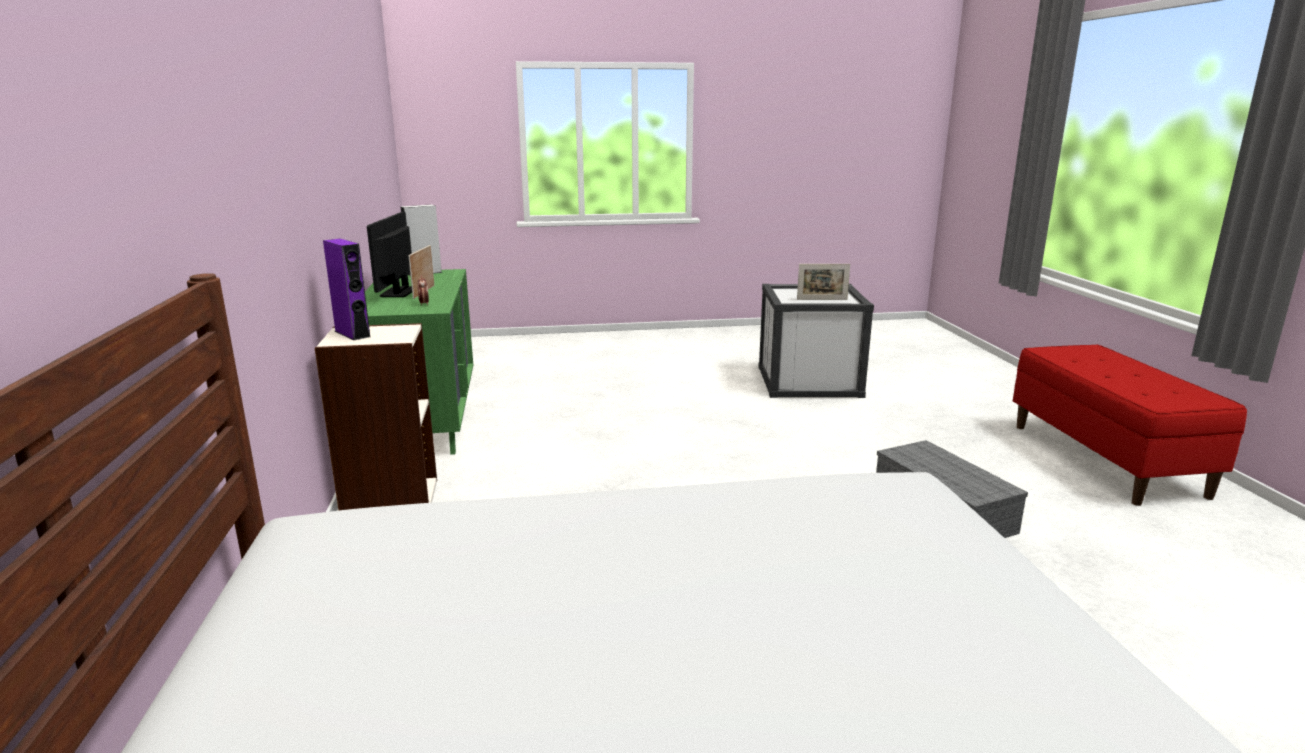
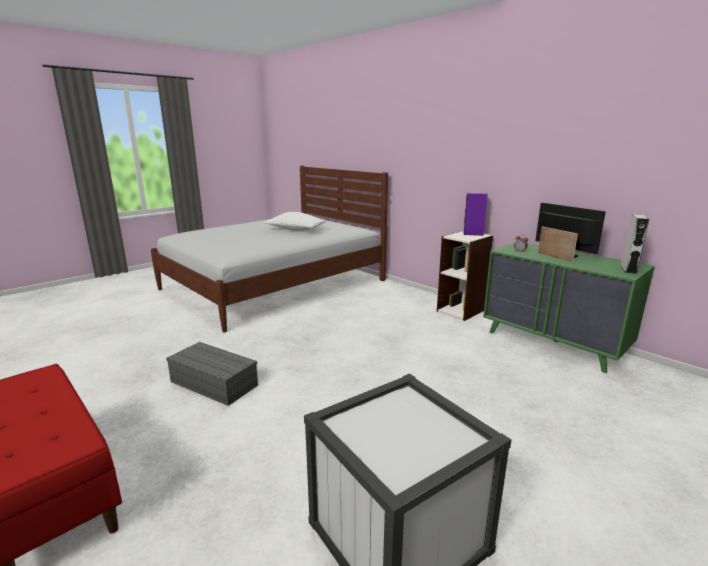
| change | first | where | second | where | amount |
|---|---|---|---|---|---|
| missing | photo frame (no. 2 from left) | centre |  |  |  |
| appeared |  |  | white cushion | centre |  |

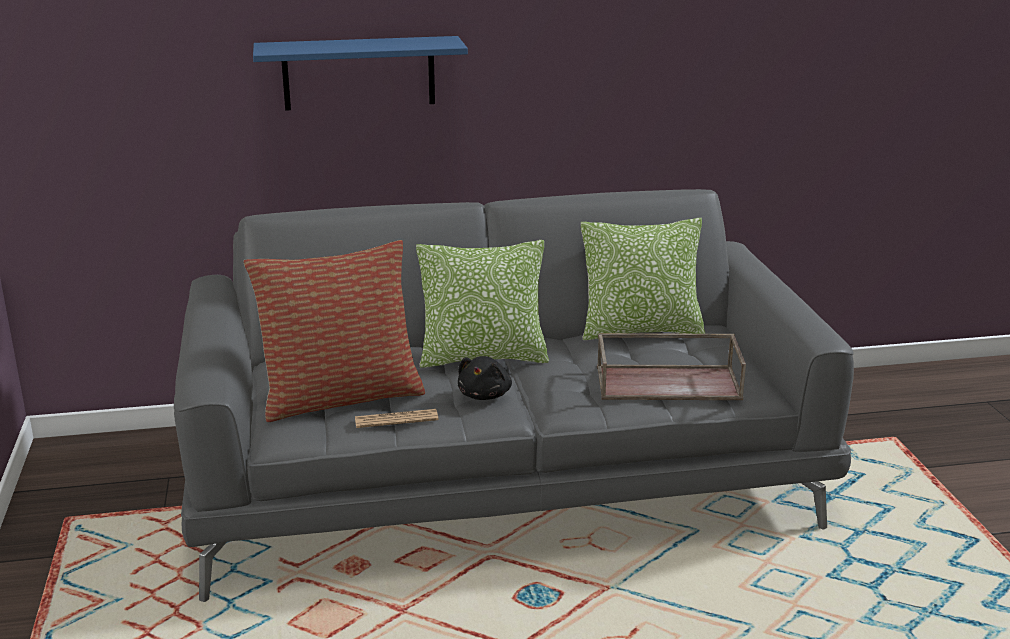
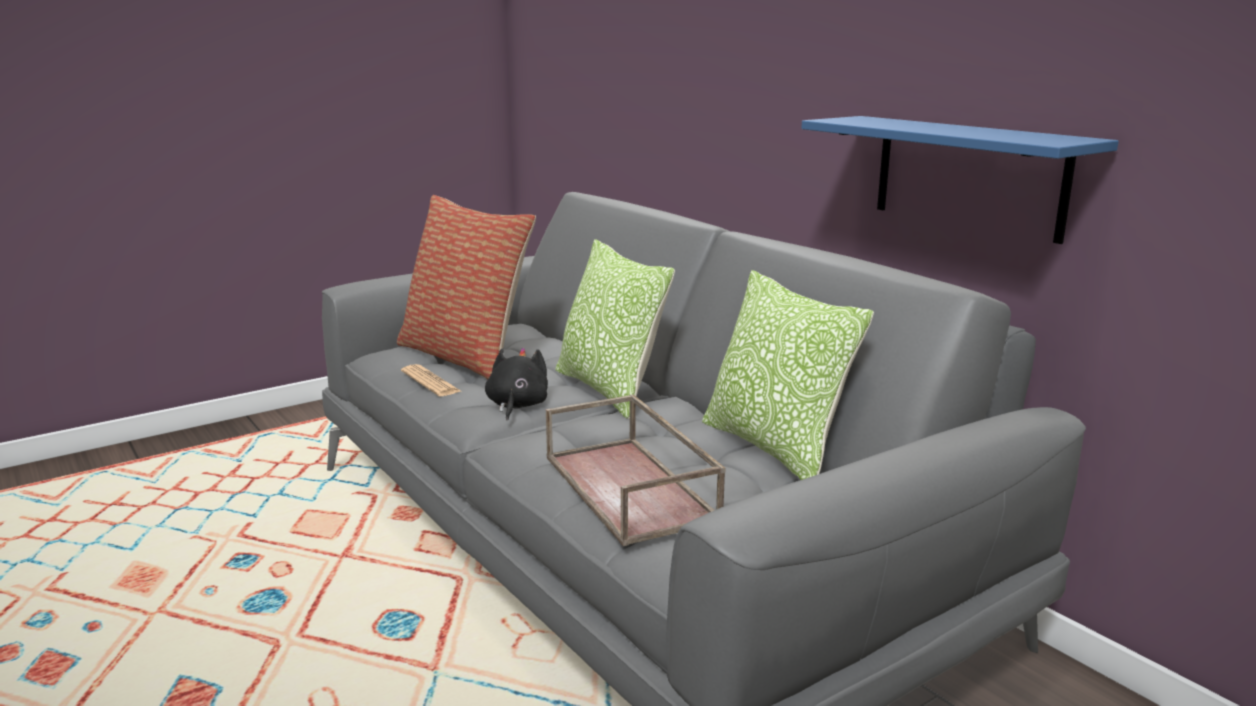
| change | first | where | second | where | amount |
|---|---|---|---|---|---|
| relocated | blue wall shelf | top centre |  | top right |  |
| spun | black plush toy | centre |  | centre | 105 degrees clockwise |

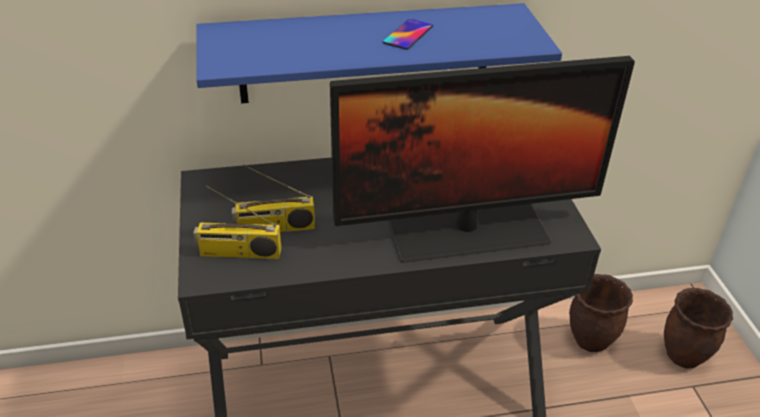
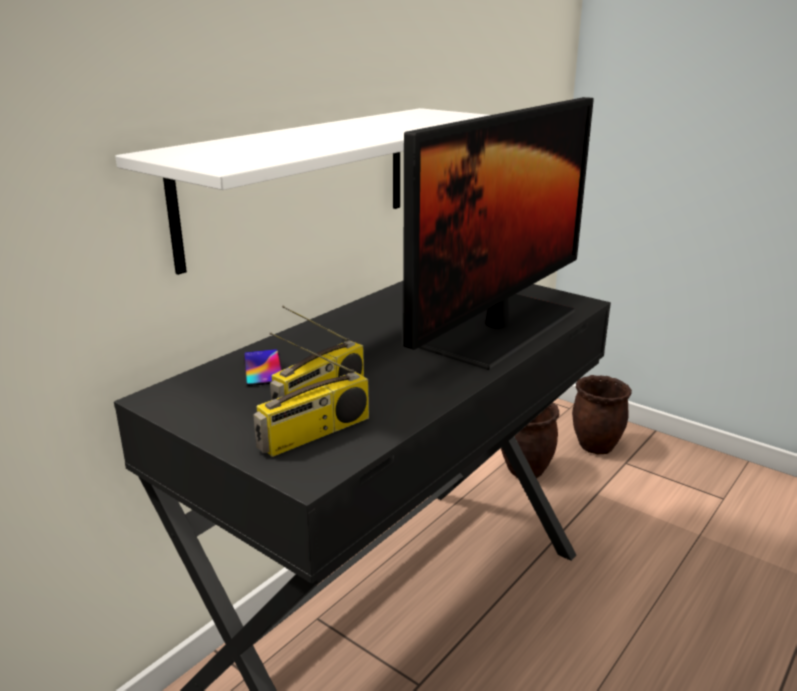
| change | first | where | second | where | amount |
|---|---|---|---|---|---|
| colour | blue wall shelf | top centre | white wall shelf | top centre |  |
| relocated | telephone | top centre |  | middle left |  |

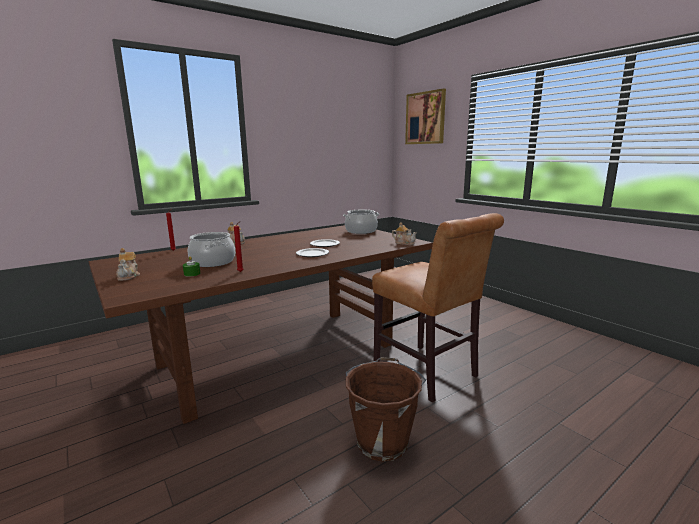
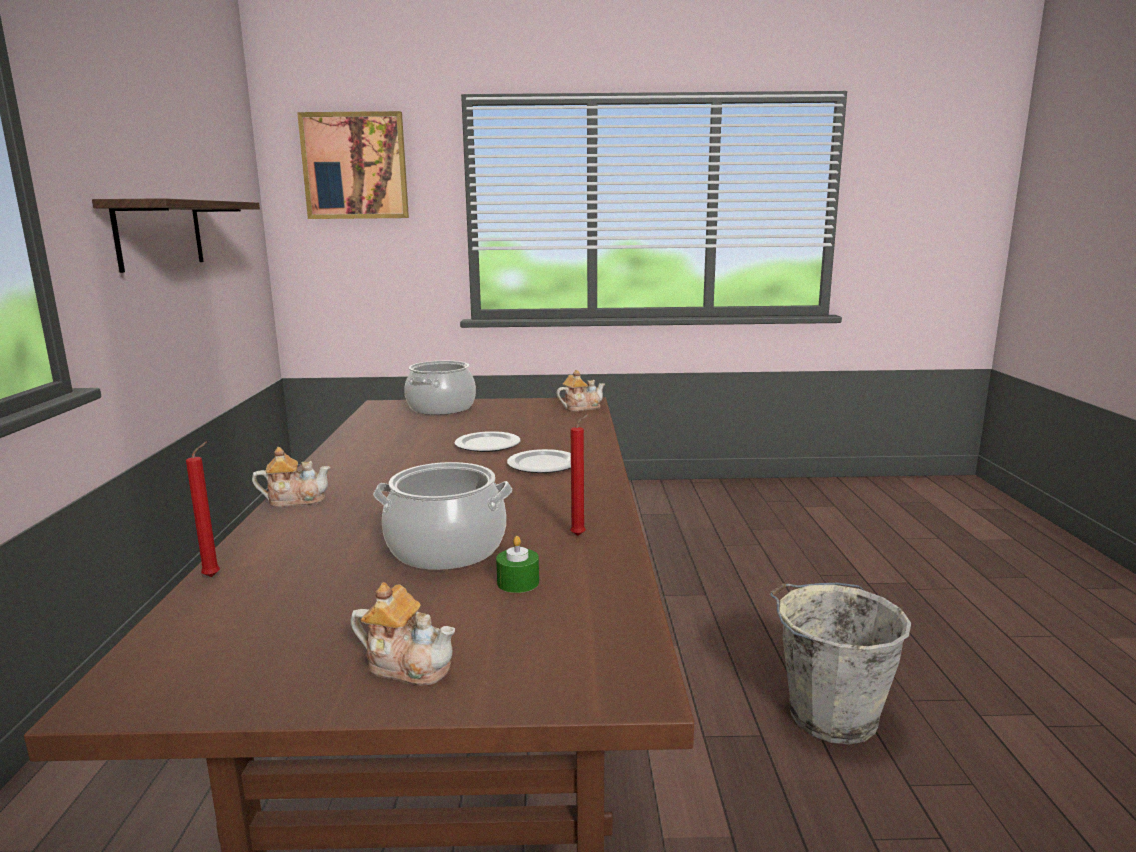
| change | first | where | second | where | amount |
|---|---|---|---|---|---|
| missing | brown upright chair | centre |  |  |  |
| colour | brown water bucket | bottom centre | greyish water bucket | bottom right |  |
| appeared |  |  | wall shelf | top left |  |

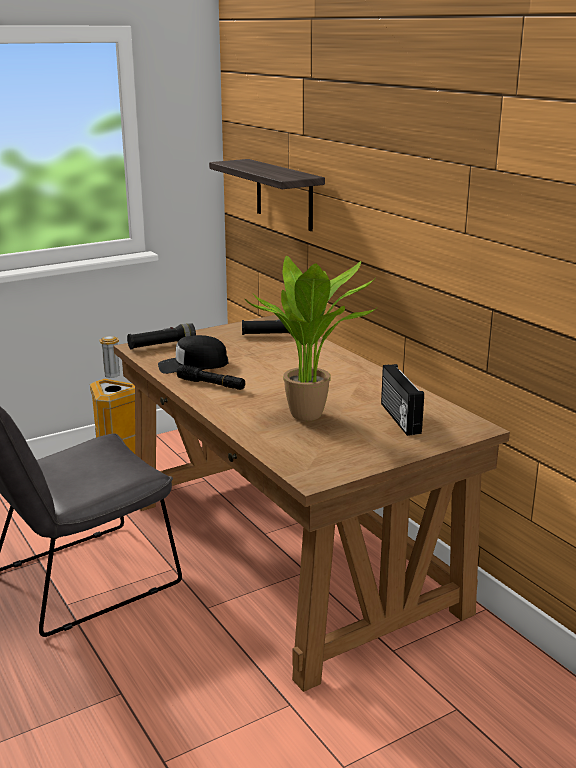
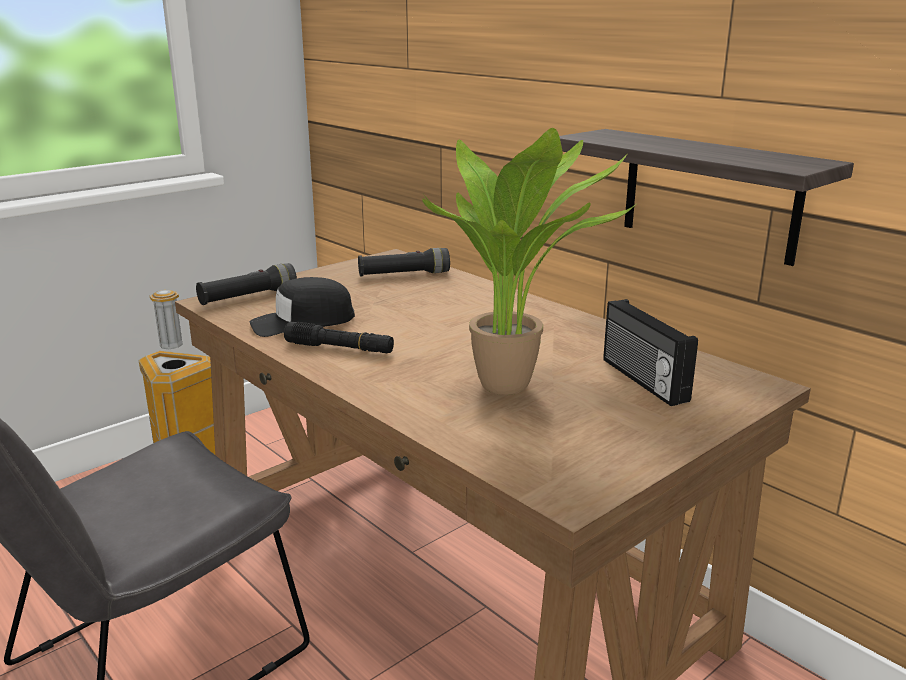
| change | first | where | second | where | amount |
|---|---|---|---|---|---|
| relocated | wall shelf | top centre |  | top right |  |

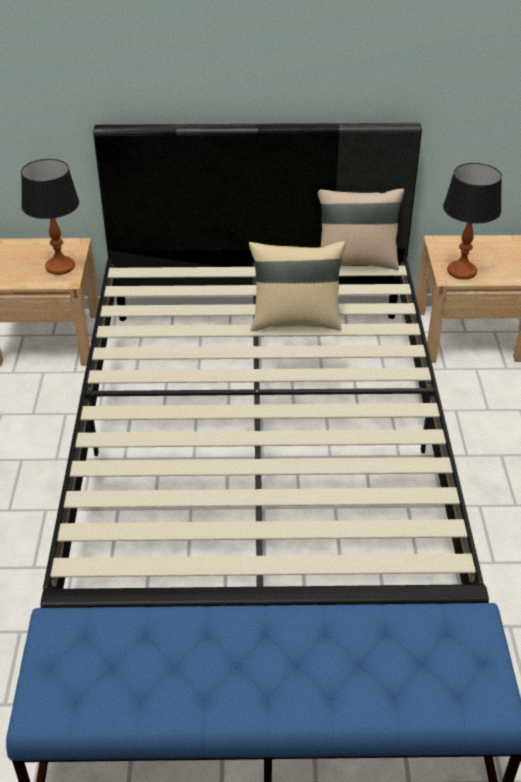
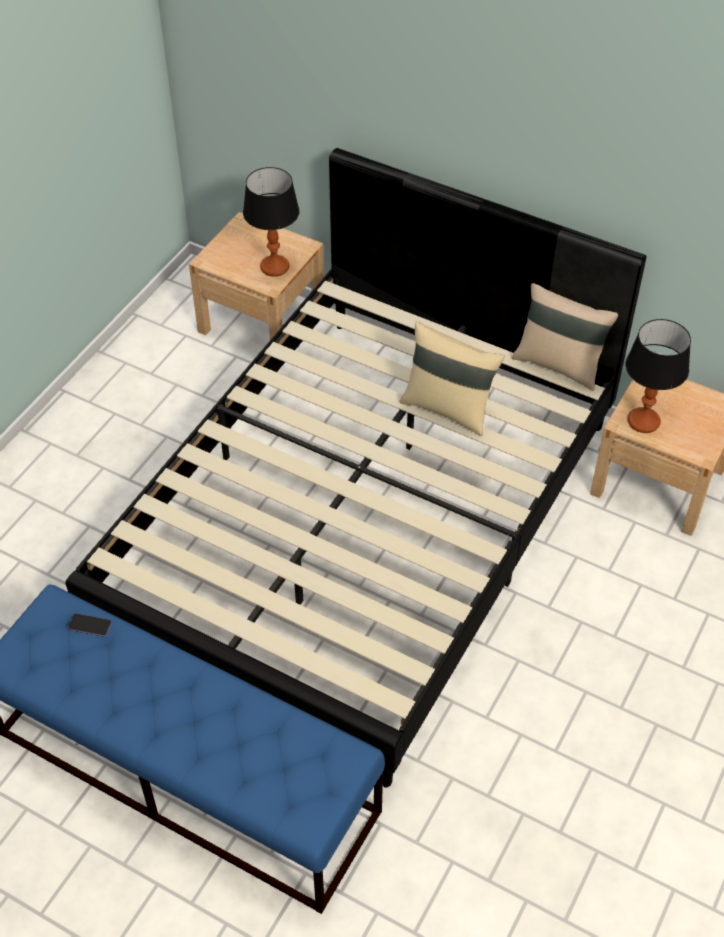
| change | first | where | second | where | amount |
|---|---|---|---|---|---|
| appeared |  |  | telephone | middle left |  |

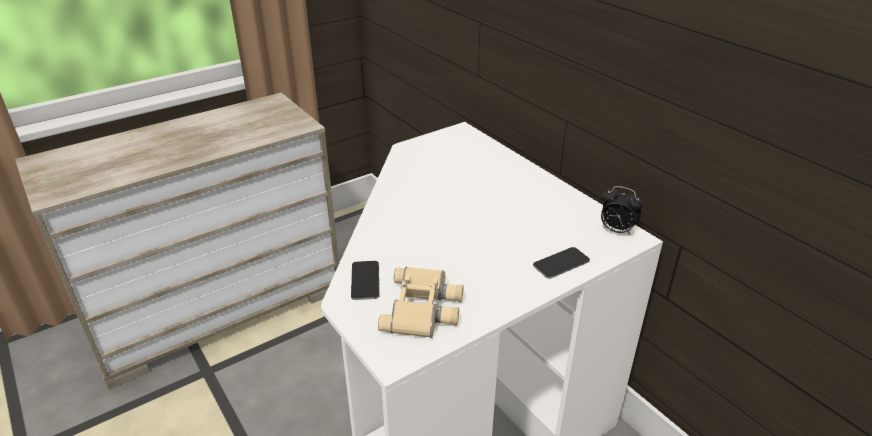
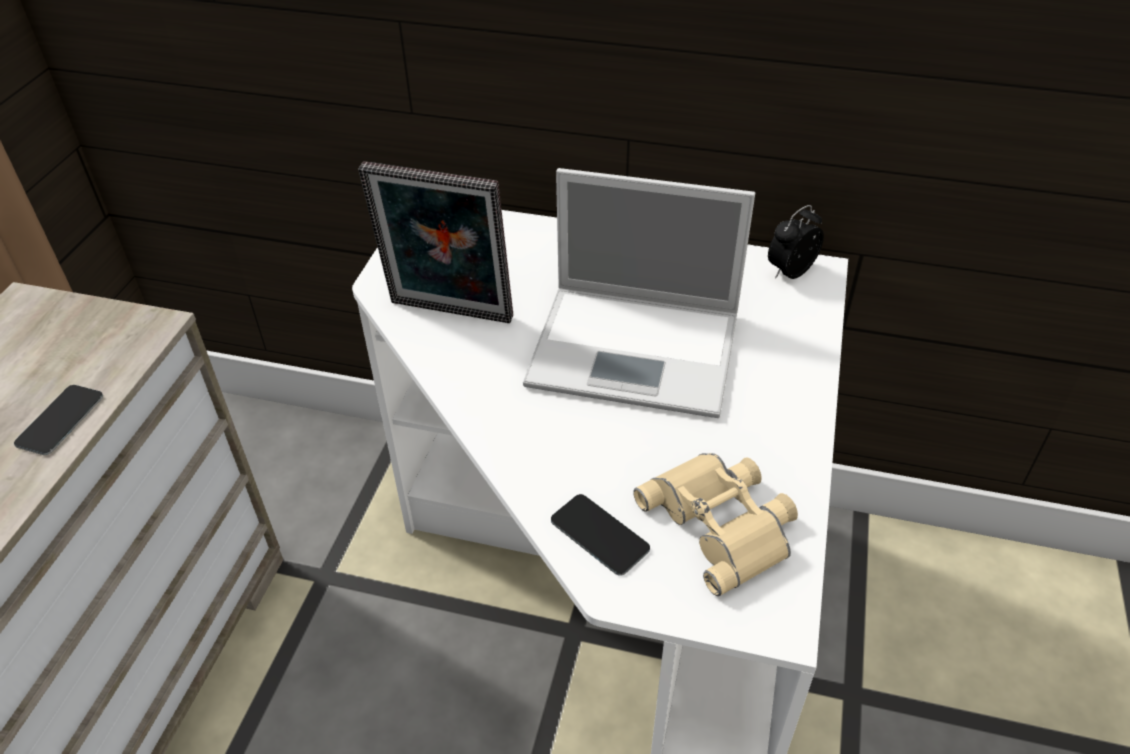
| change | first | where | second | where | amount |
|---|---|---|---|---|---|
| spun | bedside clock | middle right |  | top right | 150 degrees clockwise |
| relocated | telephone (no. 2 from left in the first image) | centre | telephone (no. 1 from left) | middle left |  |
| appeared |  |  | photo frame | top centre |  |
| appeared |  |  | laptop | centre |  |

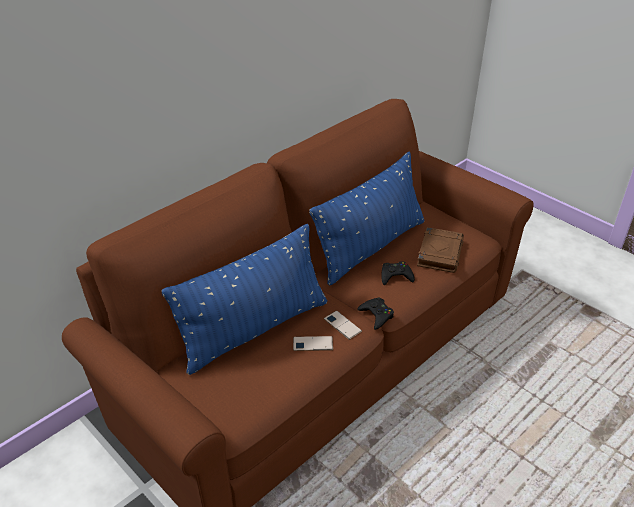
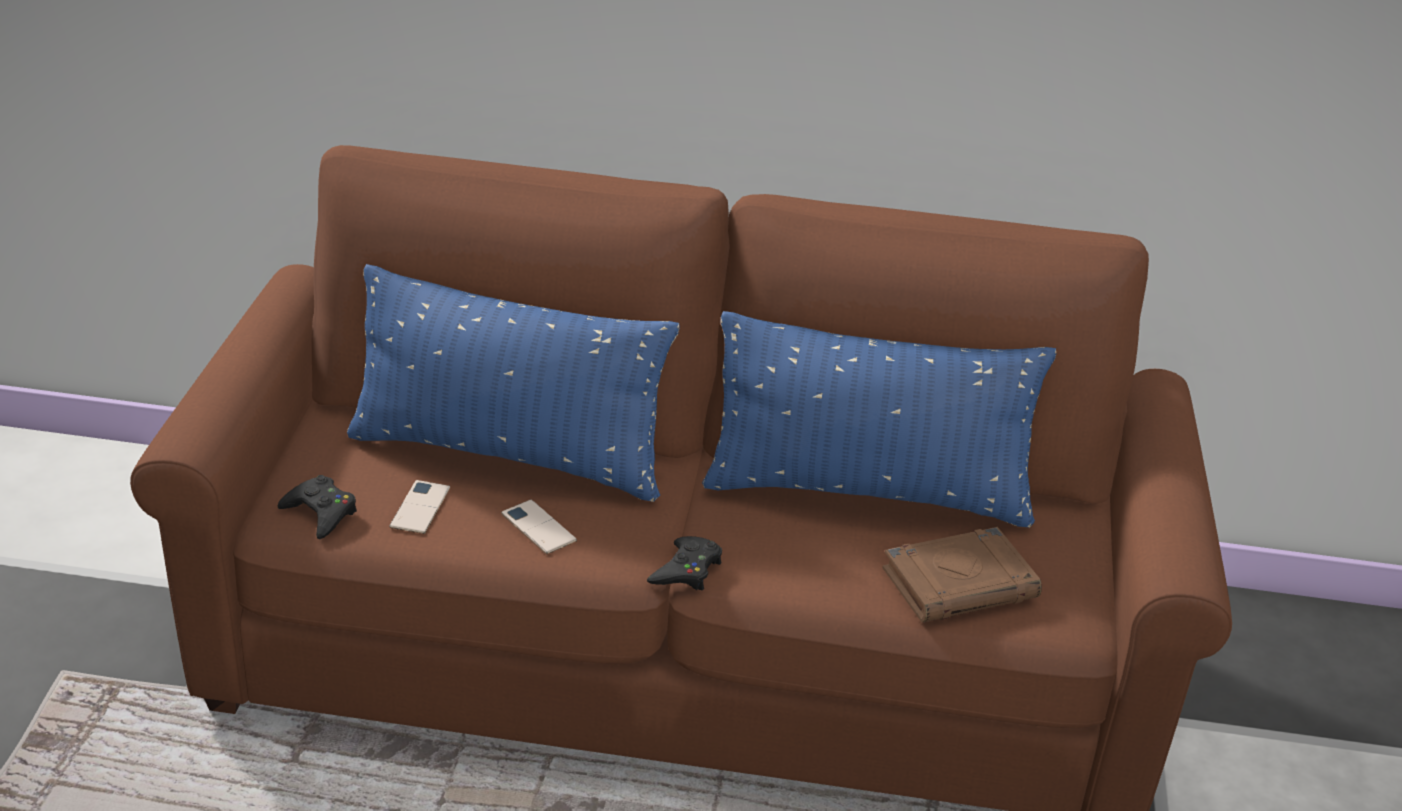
| change | first | where | second | where | amount |
|---|---|---|---|---|---|
| relocated | black joypad (no. 2 from left in the first image) | centre | black joypad (no. 1 from left) | middle left |  |
| relocated | telephone (no. 2 from left in the first image) | centre | telephone (no. 1 from left) | middle left |  |

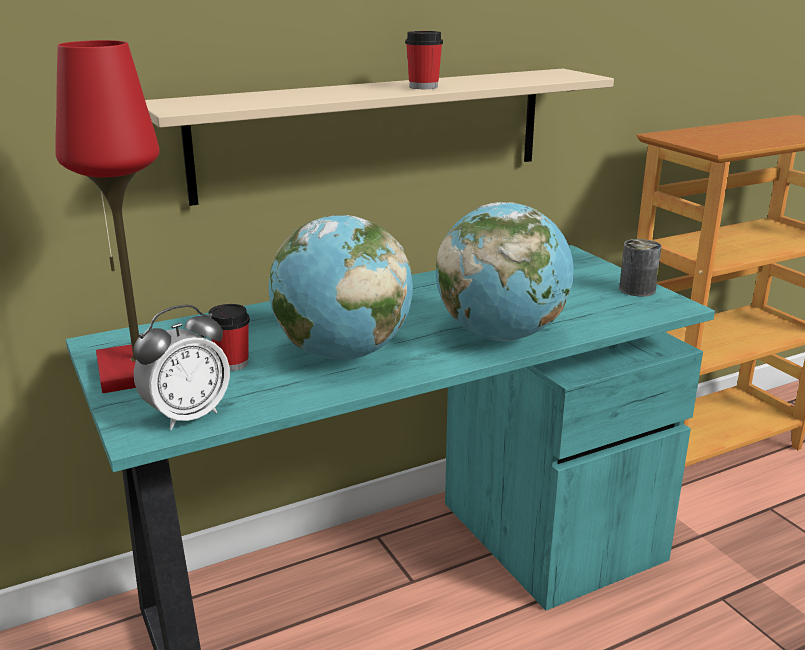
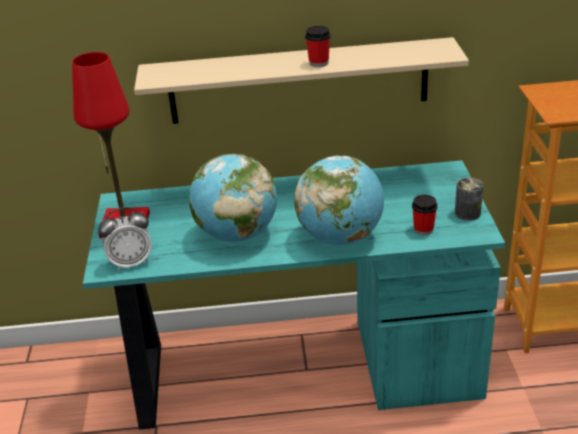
| change | first | where | second | where | amount |
|---|---|---|---|---|---|
| relocated | small cup (no. 1 from left in the first image) | middle left | small cup (no. 2 from left) | middle right |  |

